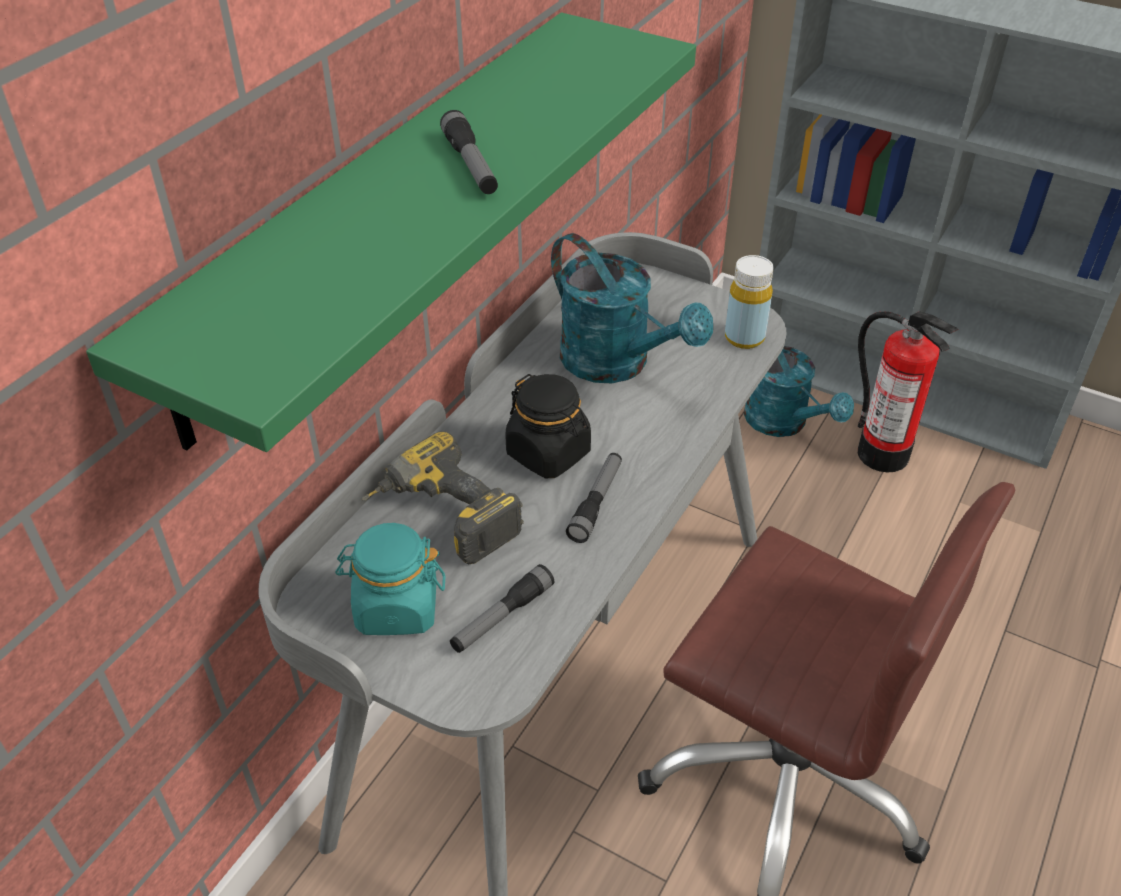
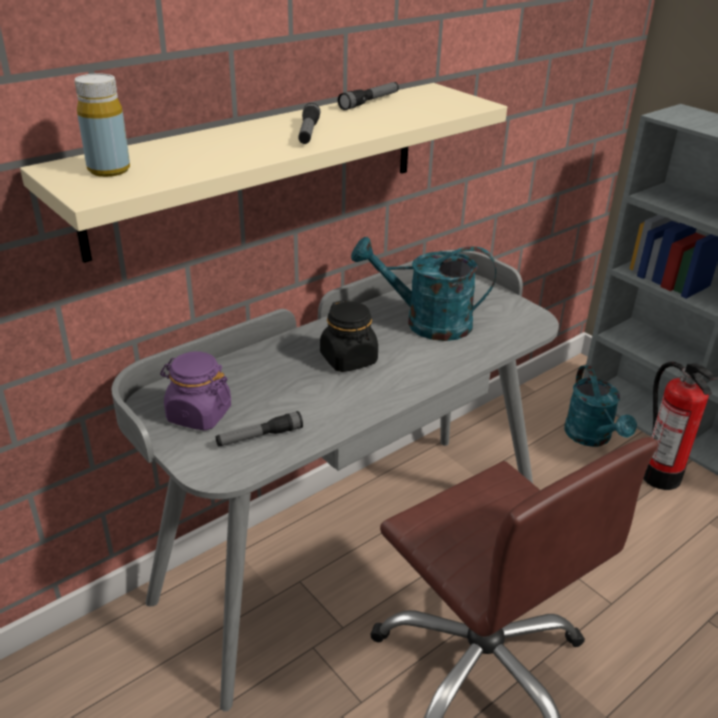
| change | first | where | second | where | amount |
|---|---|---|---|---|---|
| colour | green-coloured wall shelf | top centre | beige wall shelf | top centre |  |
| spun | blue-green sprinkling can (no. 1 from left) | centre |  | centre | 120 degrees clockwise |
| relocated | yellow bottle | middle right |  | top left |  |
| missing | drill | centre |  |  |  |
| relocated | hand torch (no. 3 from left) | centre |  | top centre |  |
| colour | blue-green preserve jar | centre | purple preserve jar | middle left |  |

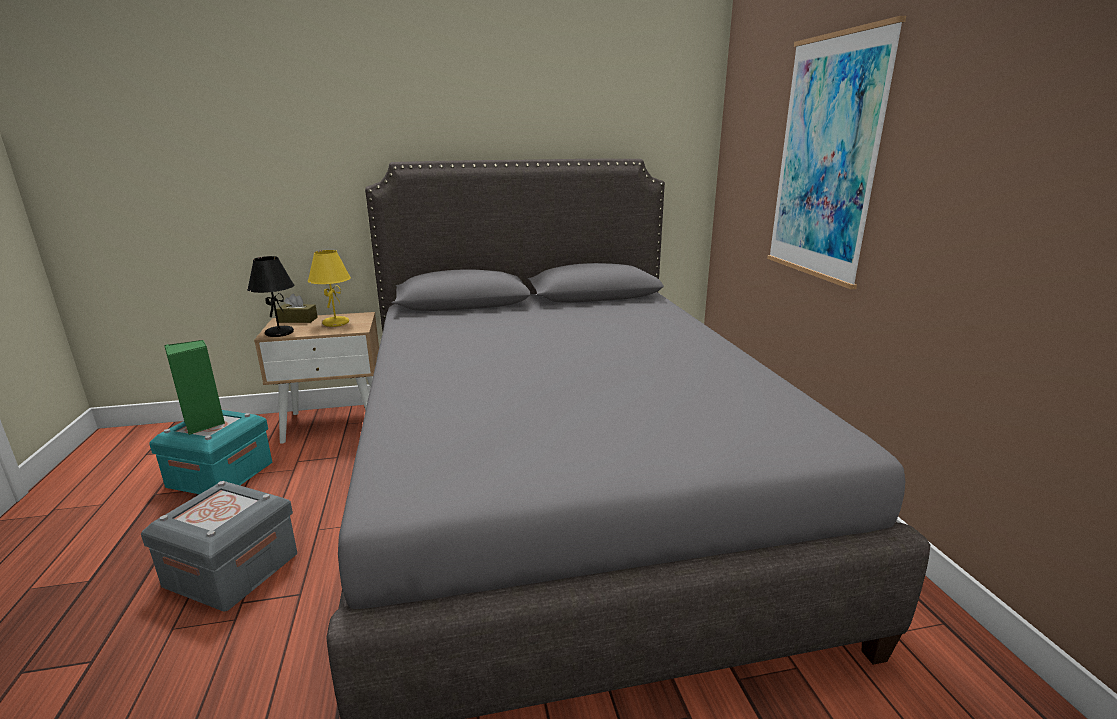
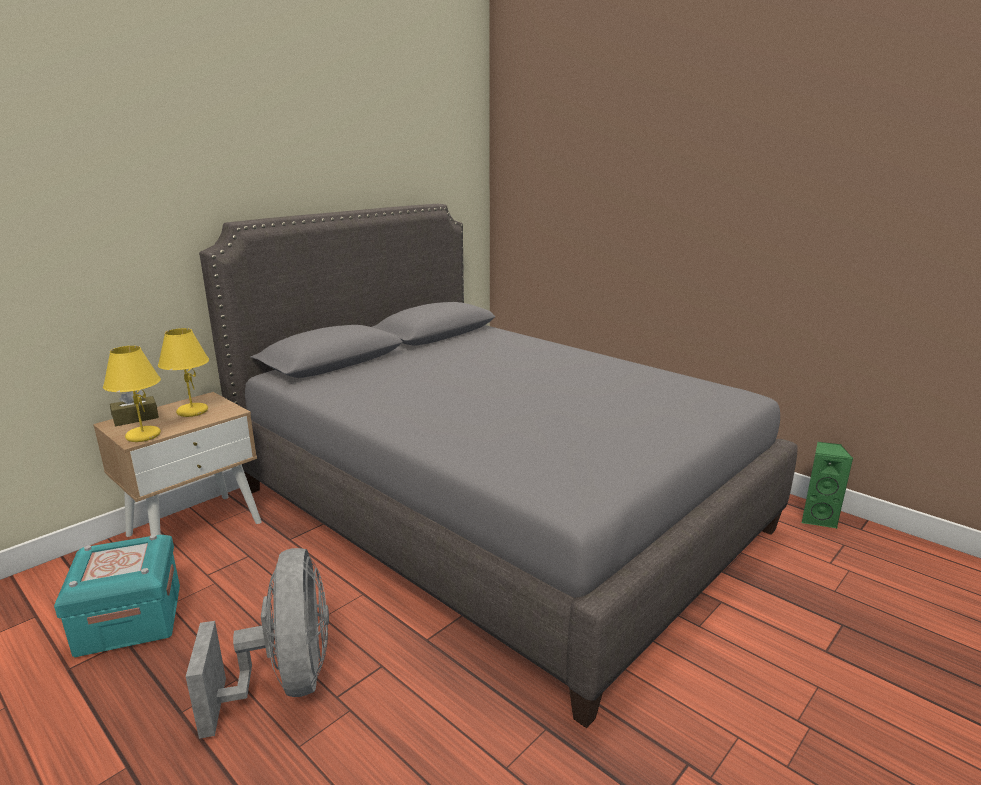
| change | first | where | second | where | amount |
|---|---|---|---|---|---|
| missing | wall picture | top right |  |  |  |
| colour | black lamp for a table | middle left | yellow lamp for a table (no. 1 from left) | middle left |  |
| relocated | green-coloured loudspeaker | middle left |  | middle right |  |
| exchanged | greyish storage container | bottom left | greyish fan | bottom left |  |

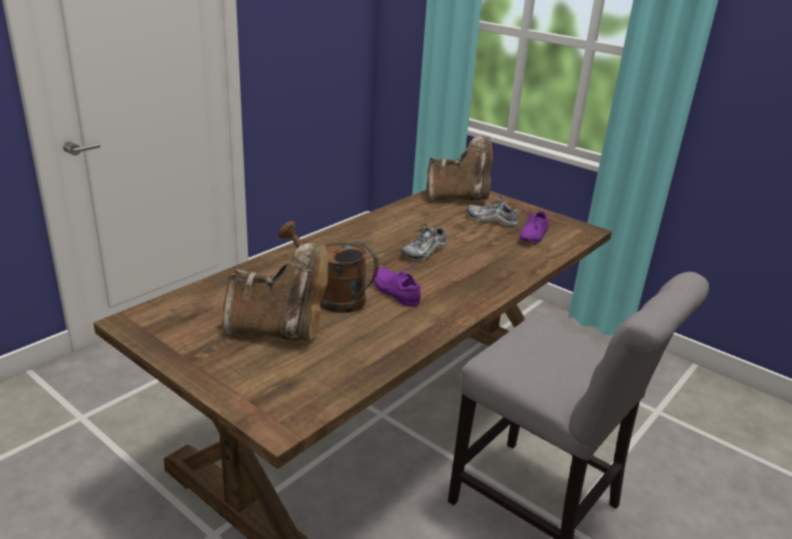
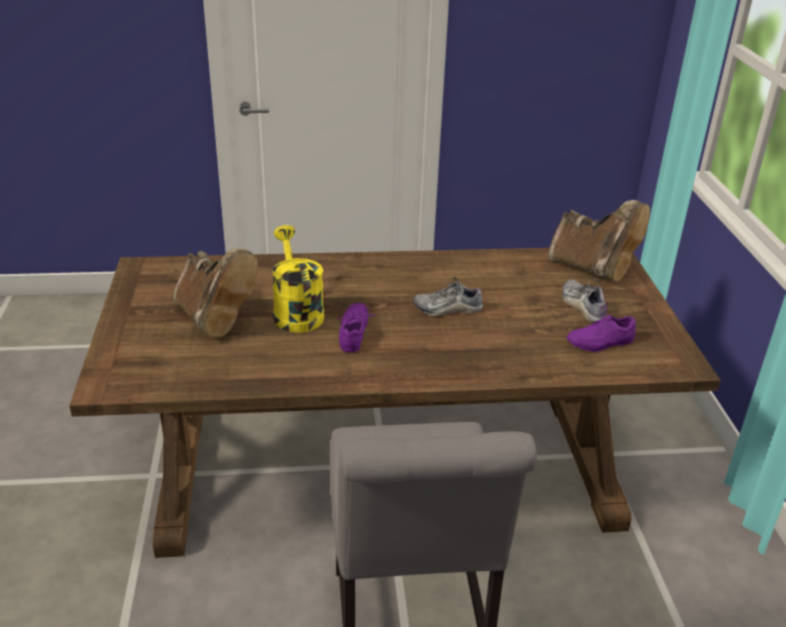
| change | first | where | second | where | amount |
|---|---|---|---|---|---|
| colour | brown sprinkling can | centre | yellow sprinkling can | centre |  |

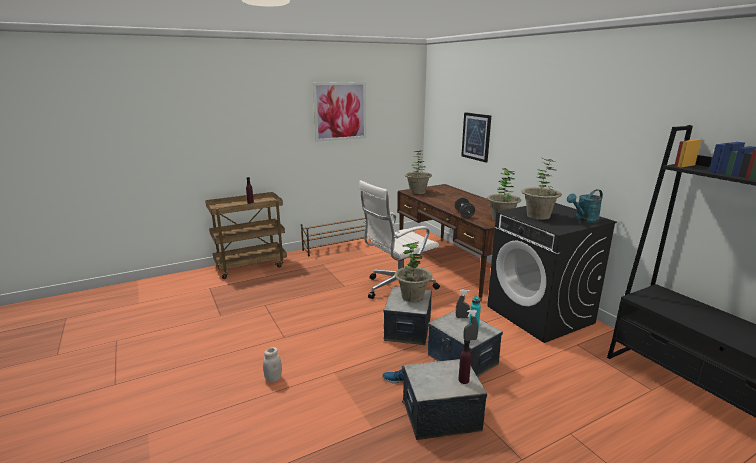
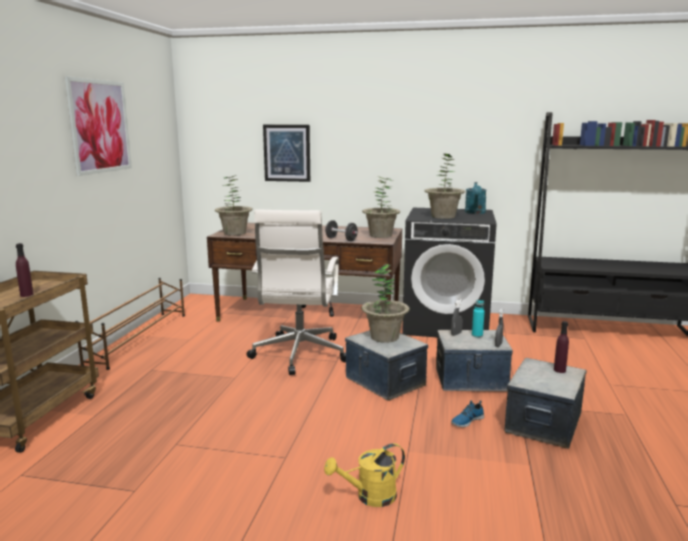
| change | first | where | second | where | amount |
|---|---|---|---|---|---|
| exchanged | white preserve jar | bottom centre | yellow sprinkling can | bottom centre |  |

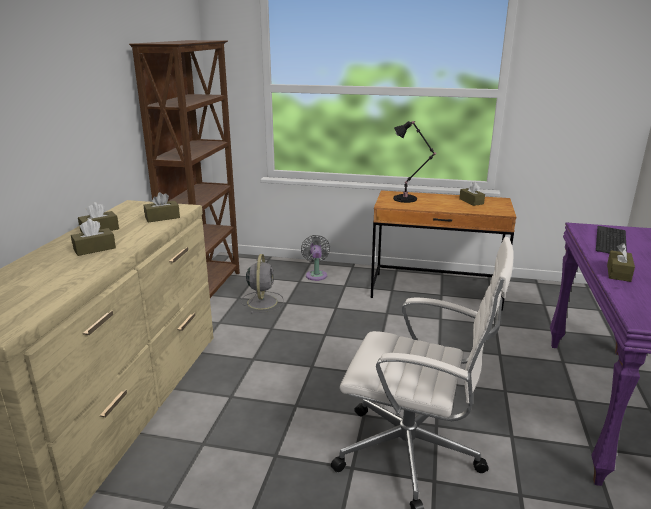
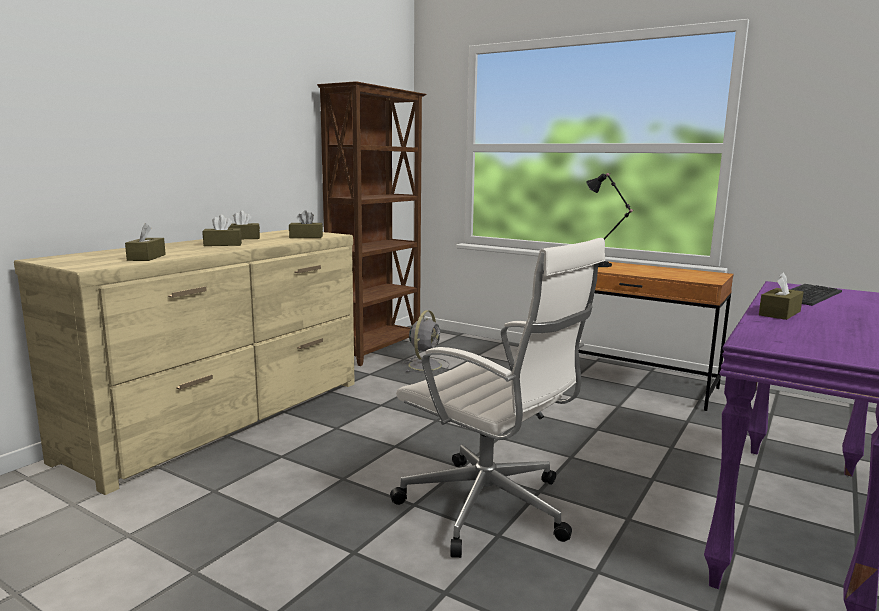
| change | first | where | second | where | amount |
|---|---|---|---|---|---|
| relocated | brown tissue box (no. 4 from left in the first image) | middle right | brown tissue box (no. 1 from left) | middle left |  |
| missing | greyish fan (no. 2 from left) | centre |  |  |  |

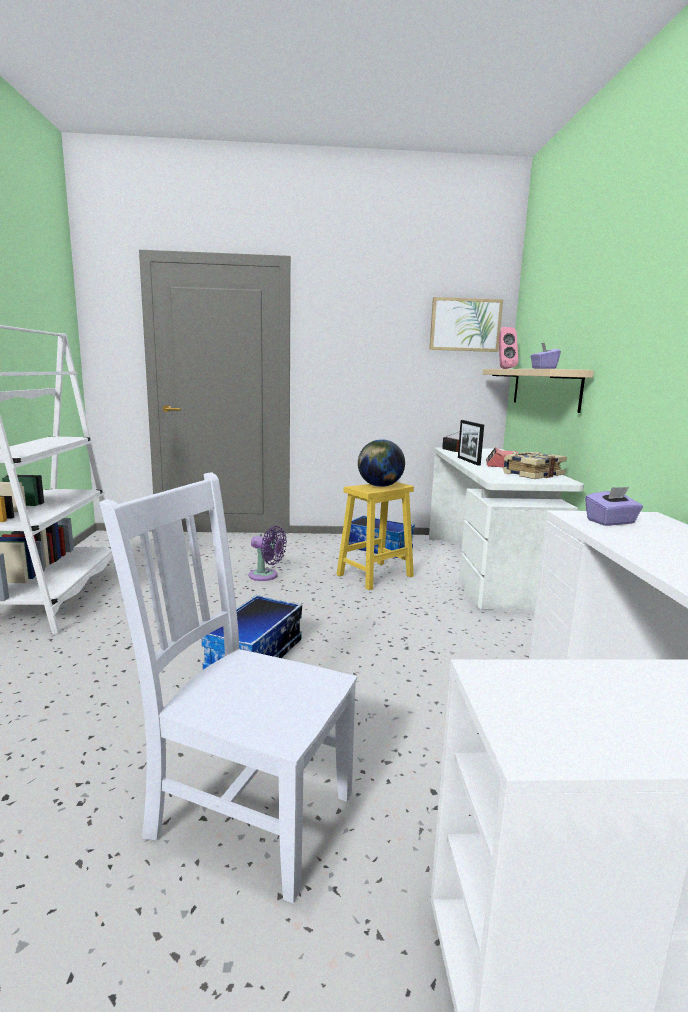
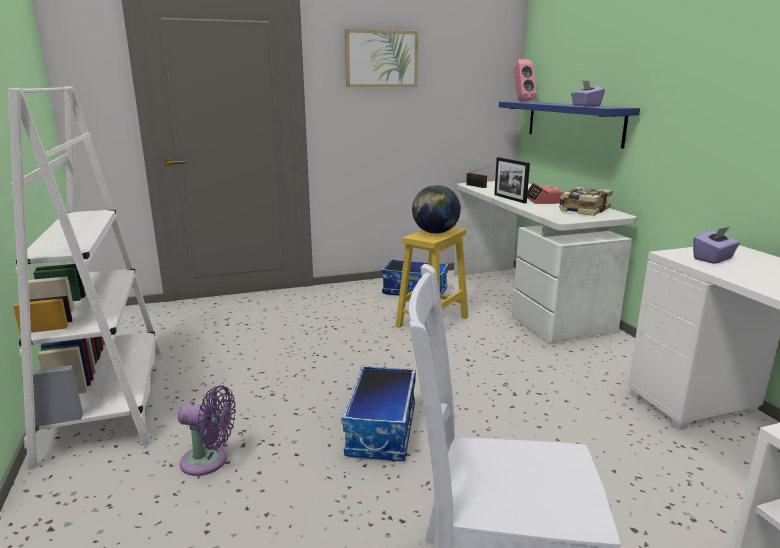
| change | first | where | second | where | amount |
|---|---|---|---|---|---|
| relocated | wall picture | top right |  | top centre |  |
| colour | beige wall shelf | middle right | blue wall shelf | top right |  |
| relocated | purple fan | centre |  | bottom left |  |

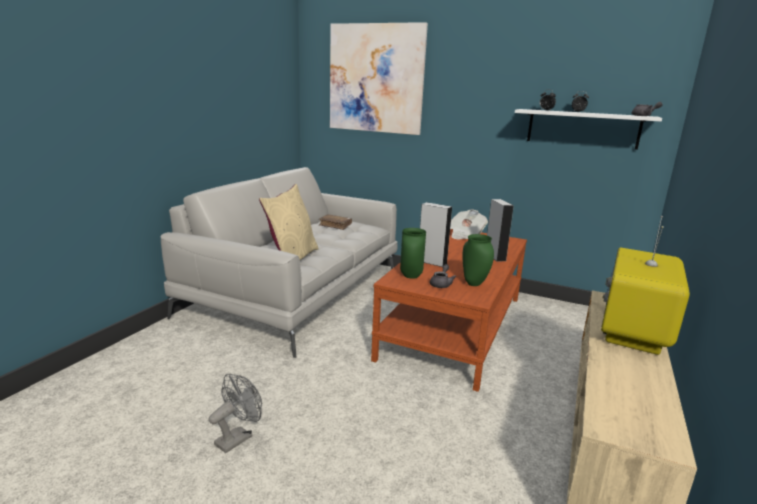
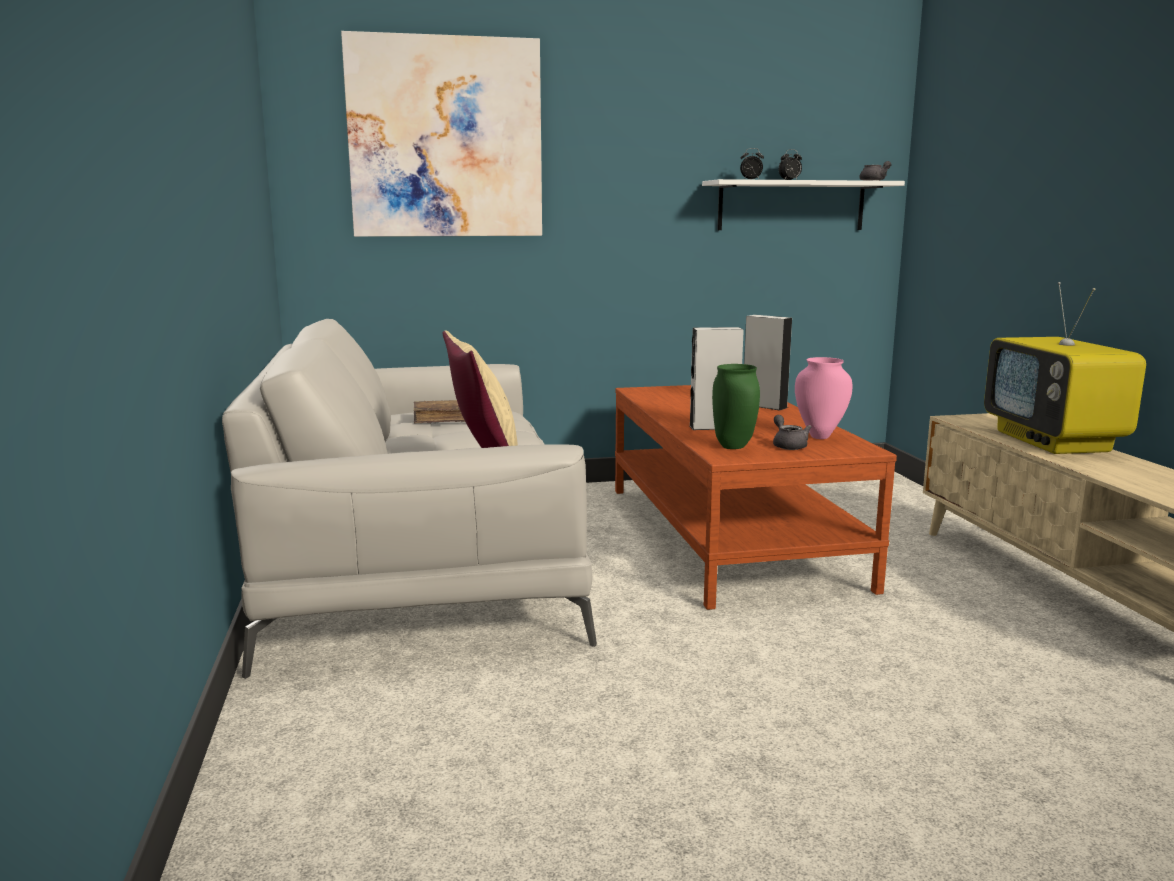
| change | first | where | second | where | amount |
|---|---|---|---|---|---|
| missing | newspaper | centre |  |  |  |
| colour | green-coloured flower vase (no. 2 from left) | centre | pink-coloured flower vase | middle right |  |
| missing | greyish fan | bottom left |  |  |  |

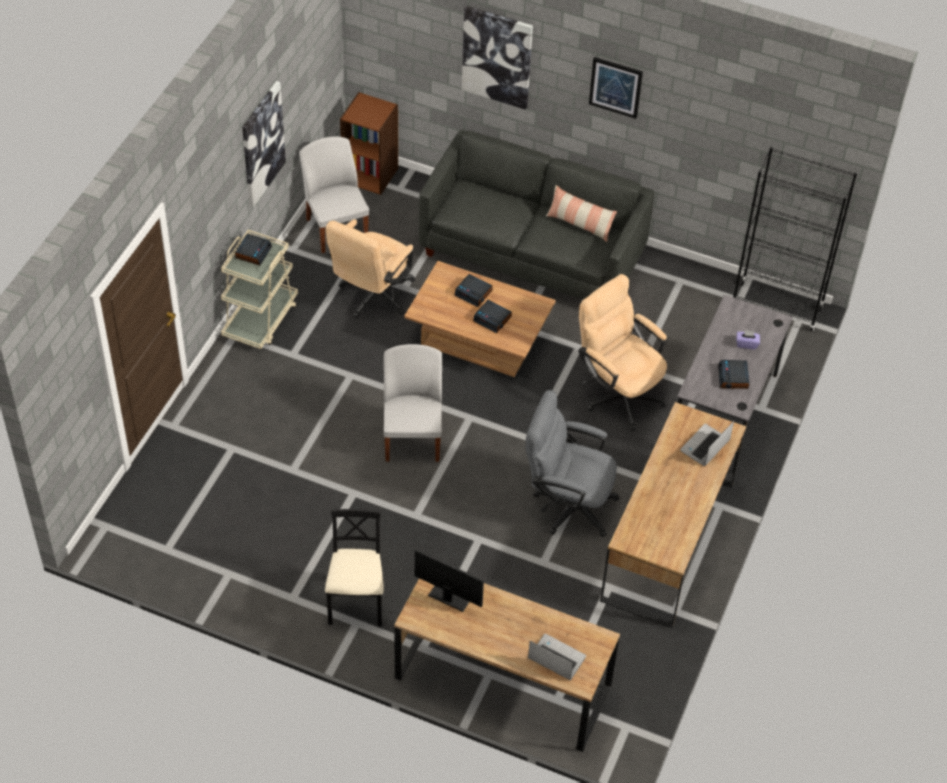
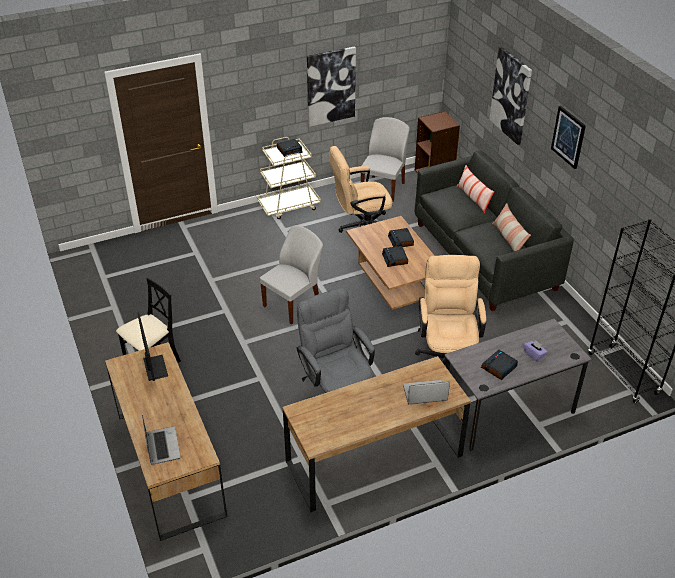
| change | first | where | second | where | amount |
|---|---|---|---|---|---|
| appeared |  |  | cushion (no. 1 from left) | top right |  |

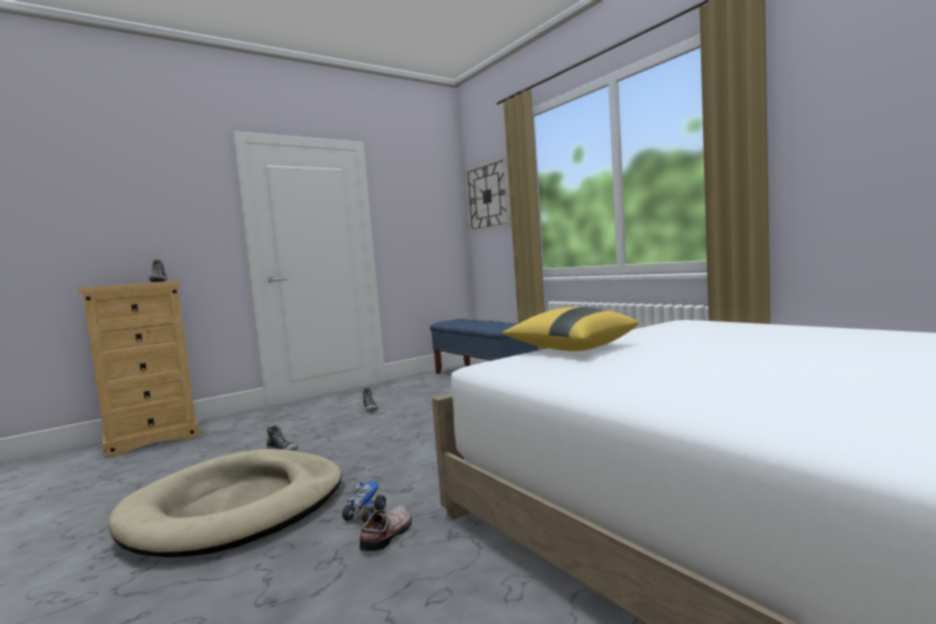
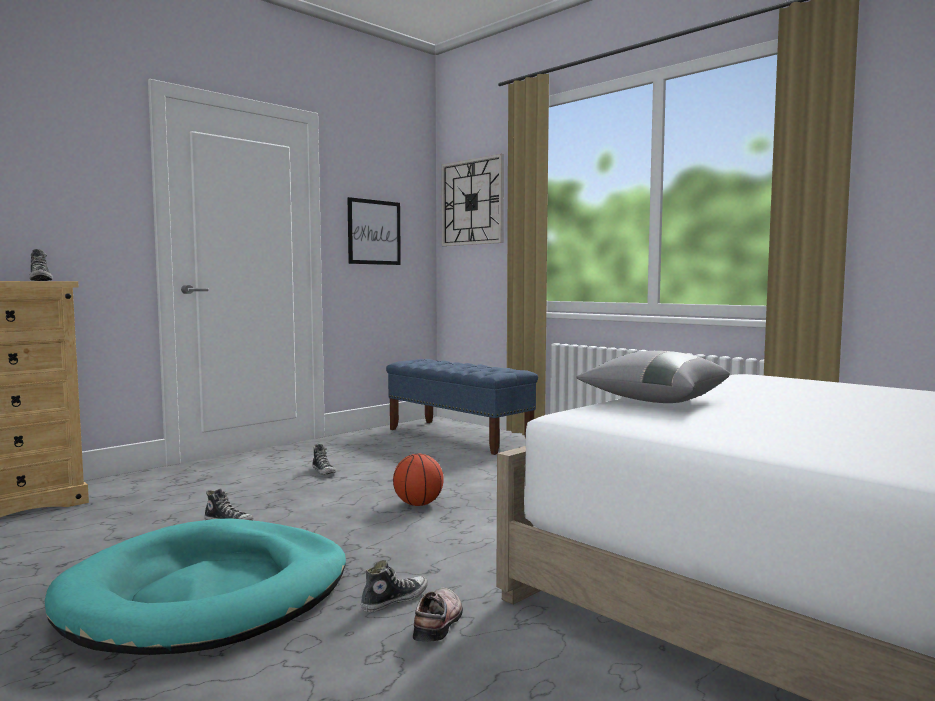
| change | first | where | second | where | amount |
|---|---|---|---|---|---|
| colour | yellow cushion | centre | greyish cushion | middle right |  |
| colour | beige dog cushion | bottom left | blue-green dog cushion | bottom left |  |
| exchanged | toy truck | bottom centre | low shoe (no. 4 from left) | bottom centre |  |
| appeared |  |  | wall picture | top centre |  |
| appeared |  |  | ball for basketball | bottom centre |  |

